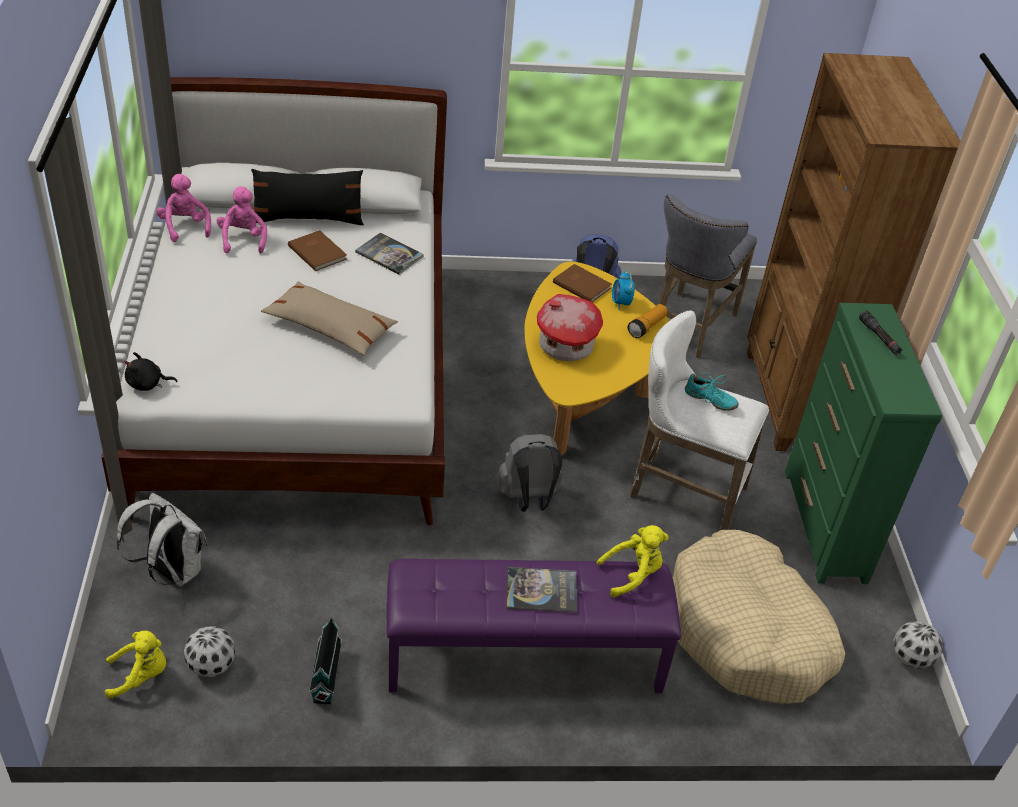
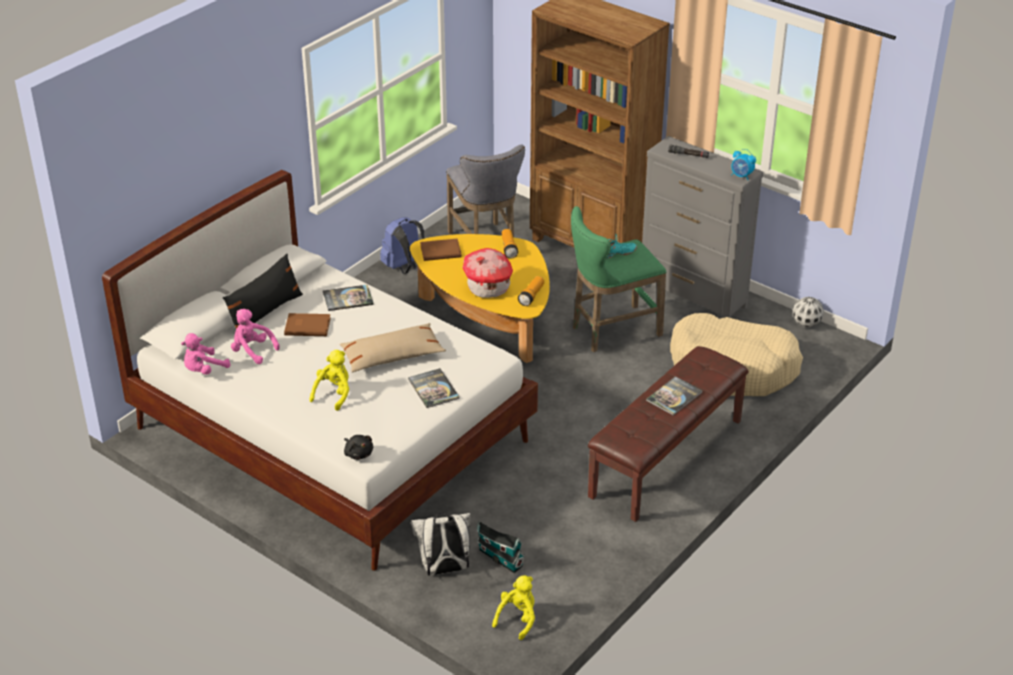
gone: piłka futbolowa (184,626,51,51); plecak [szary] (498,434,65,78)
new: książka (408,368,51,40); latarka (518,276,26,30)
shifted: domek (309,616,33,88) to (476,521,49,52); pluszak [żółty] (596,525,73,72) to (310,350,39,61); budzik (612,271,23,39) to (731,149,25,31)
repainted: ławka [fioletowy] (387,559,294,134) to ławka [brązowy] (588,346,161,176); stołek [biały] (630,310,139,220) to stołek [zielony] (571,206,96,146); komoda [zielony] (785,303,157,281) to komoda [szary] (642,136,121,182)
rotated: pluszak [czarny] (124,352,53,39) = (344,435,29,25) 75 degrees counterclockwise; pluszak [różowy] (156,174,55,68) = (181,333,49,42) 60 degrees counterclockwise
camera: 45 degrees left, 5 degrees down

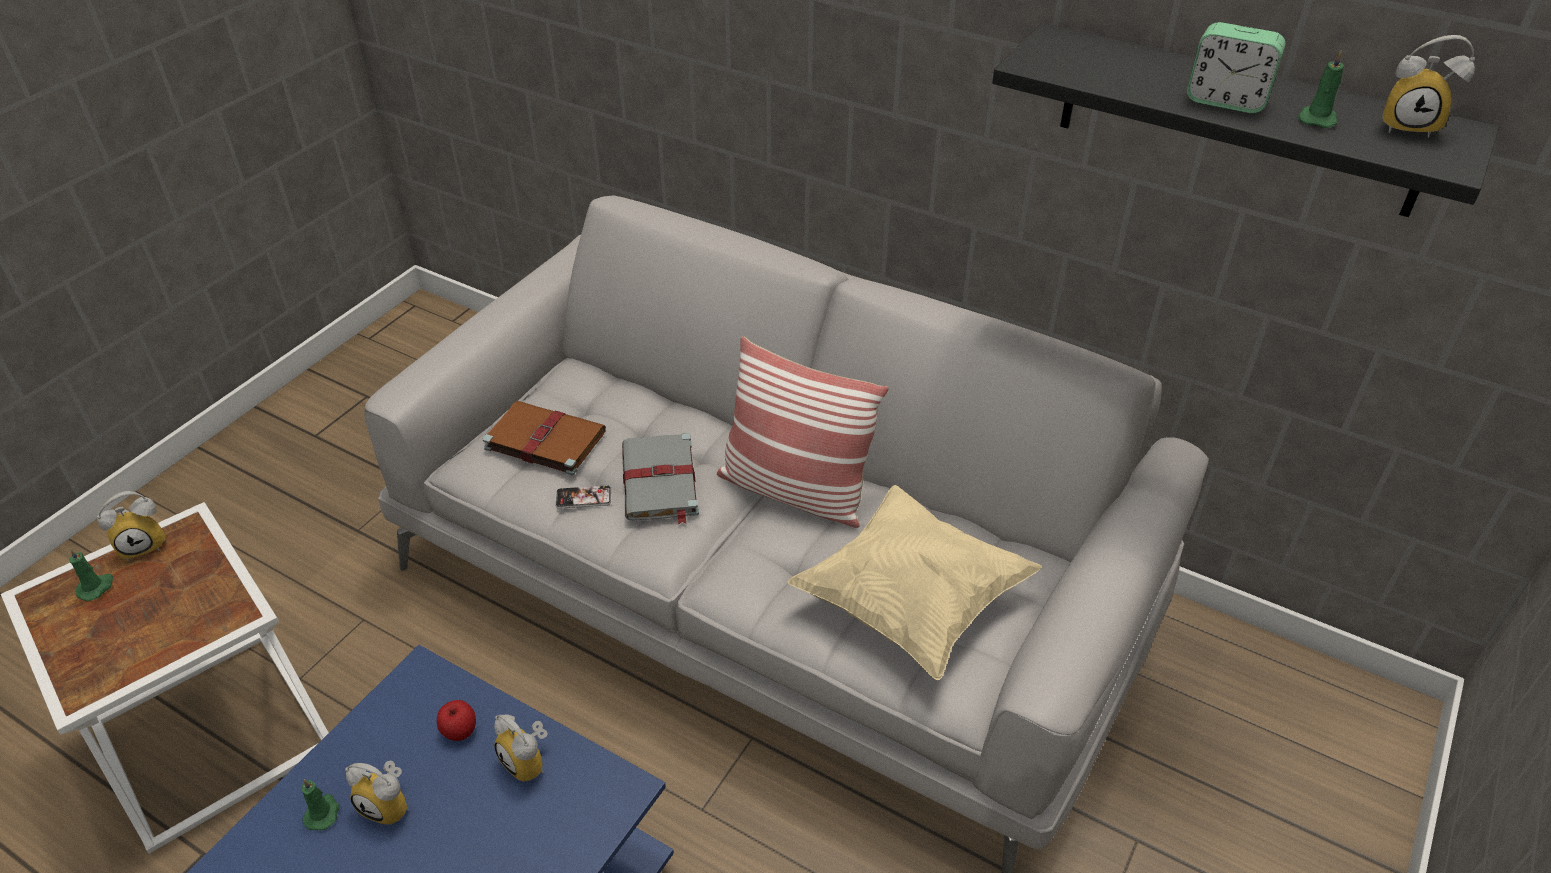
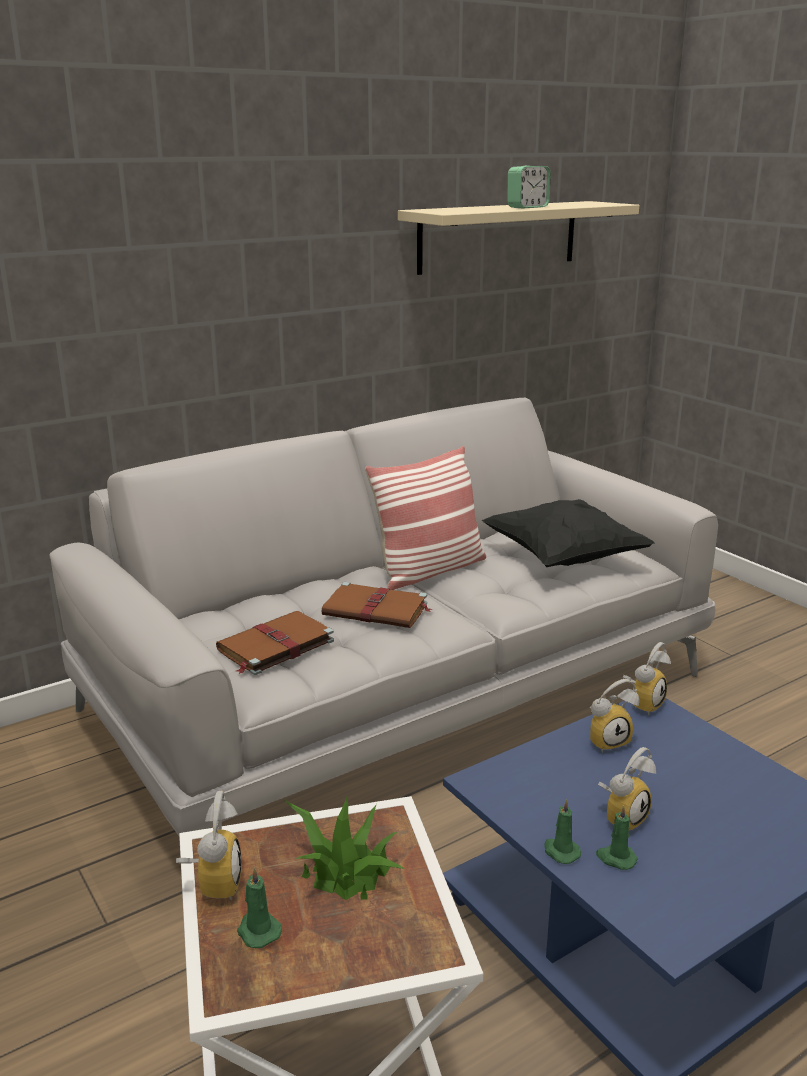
gone: jabłko (437,700,39,41); telefon (556,485,55,24)
new: roślina doniczkowa (285,797,119,103)
shifted: świeca [zielony] (1298,50,46,78) to (544,799,37,65); budzik (1382,35,93,103) to (622,642,49,73)
repainted: książka [szary] (622,433,77,92) to książka [brązowy] (321,582,111,46); poduszka [beżowy] (787,485,255,195) to poduszka [czarny] (482,499,173,68); półka [czarny] (992,23,507,194) to półka [beżowy] (398,201,241,74)
camera: 65 degrees left, 20 degrees down

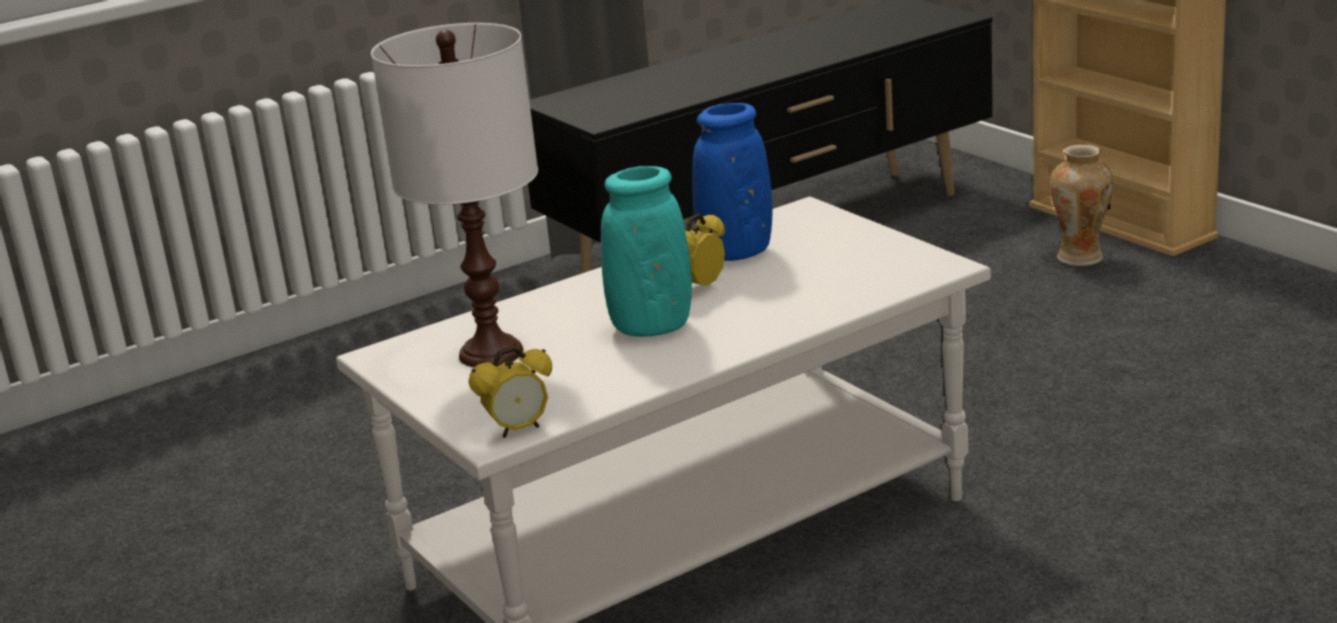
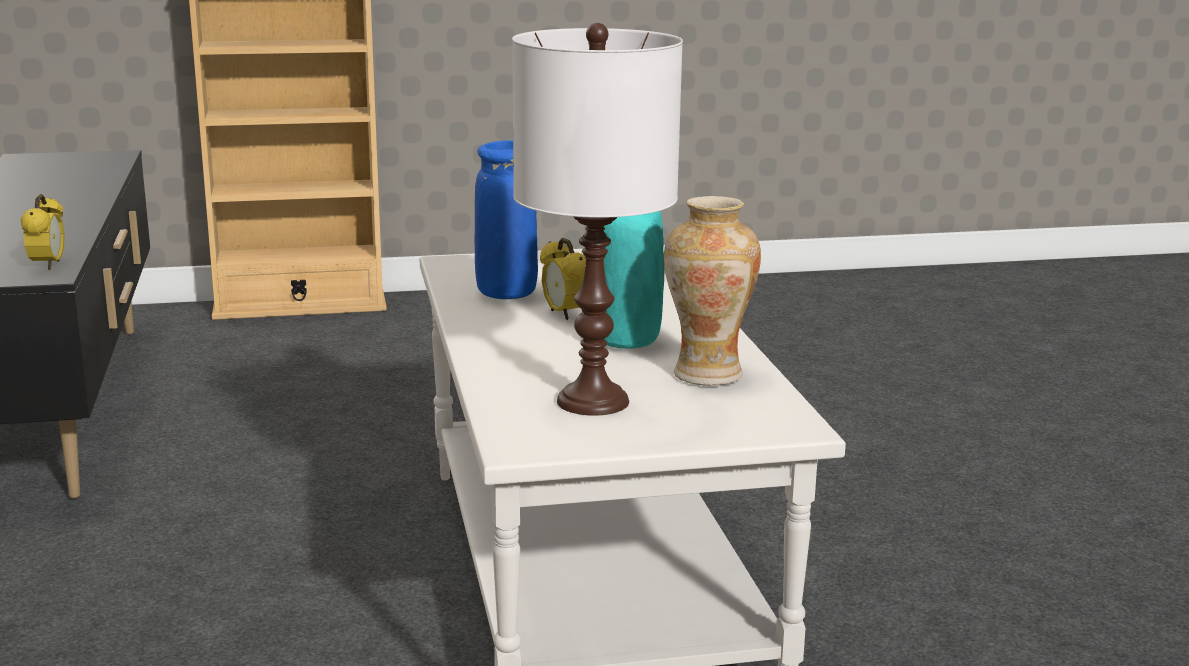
shifted: budzik (469,346,83,92) to (21,194,43,76); wazon (1050,145,64,121) to (664,196,97,190)
camera: 70 degrees left, 5 degrees down

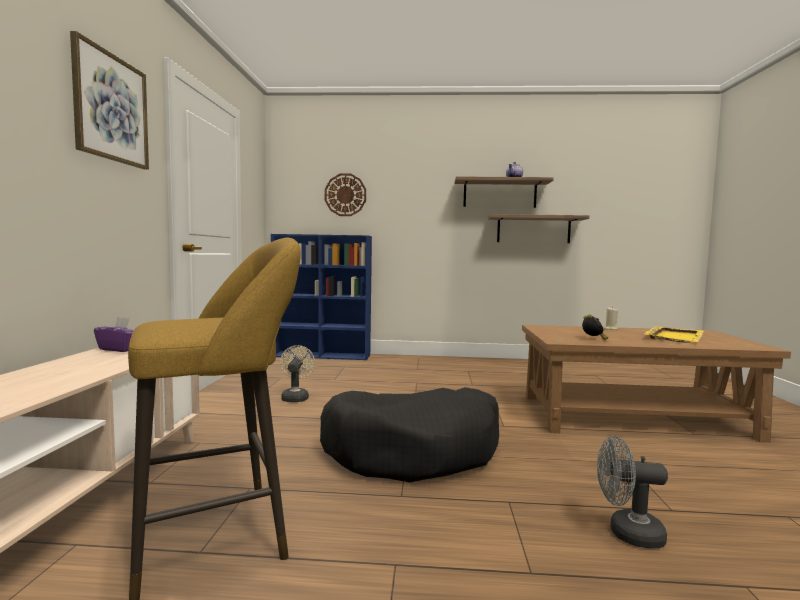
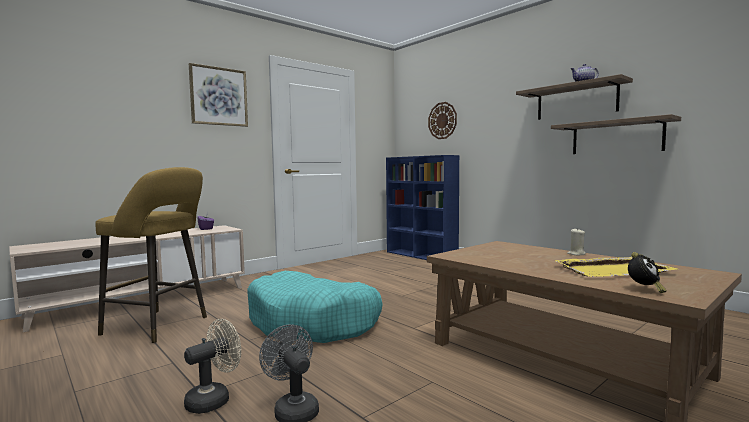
shifted: wentylator [beżowy] (280,345,35,57) to (184,319,57,95); budzik (582,314,26,26) to (628,252,39,41)
repainted: legowisko [czarny] (320,387,179,96) to legowisko [turkusowy] (247,271,136,72)
camera: 45 degrees right, 0 degrees up

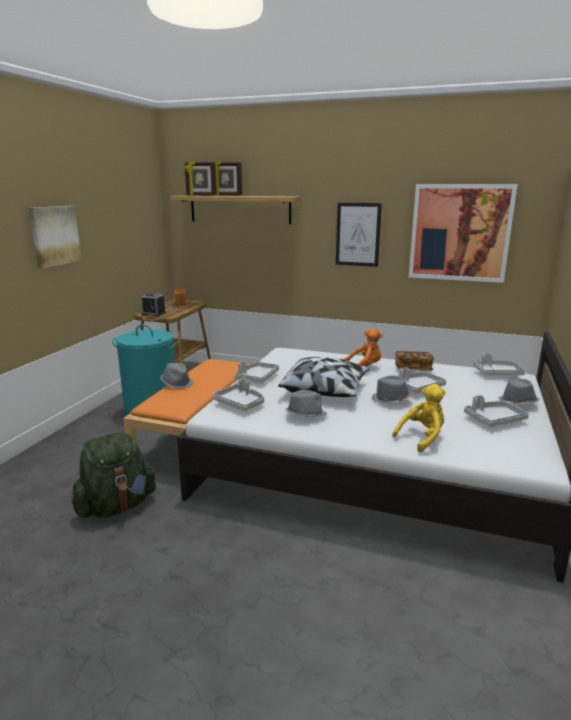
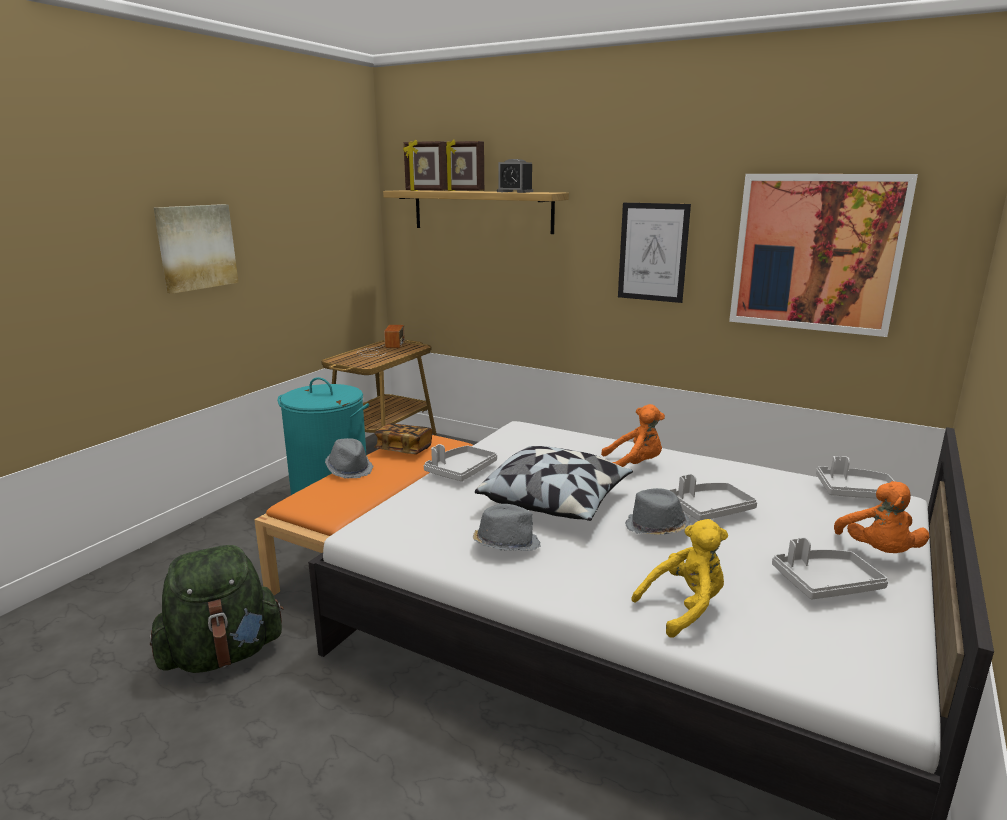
gone: taca [szary] (212,378,52,33)
shifted: budzik (141,293,25,23) to (497,159,36,34); książka (395,351,39,20) to (374,423,59,31)
swapped: kapelusz [szary] (498,379,41,25) to pluszak [pomarańczowy] (834,481,95,72)
camera: 10 degrees right, 0 degrees up

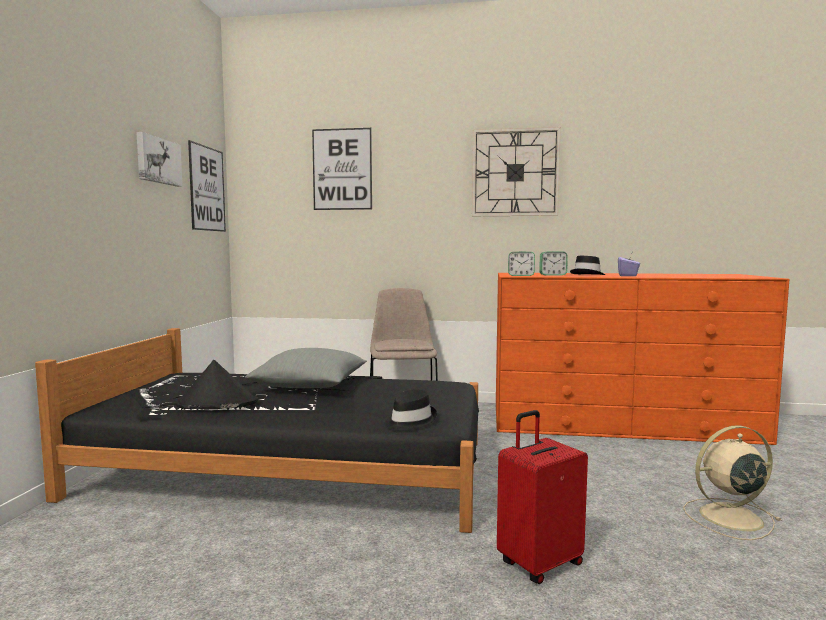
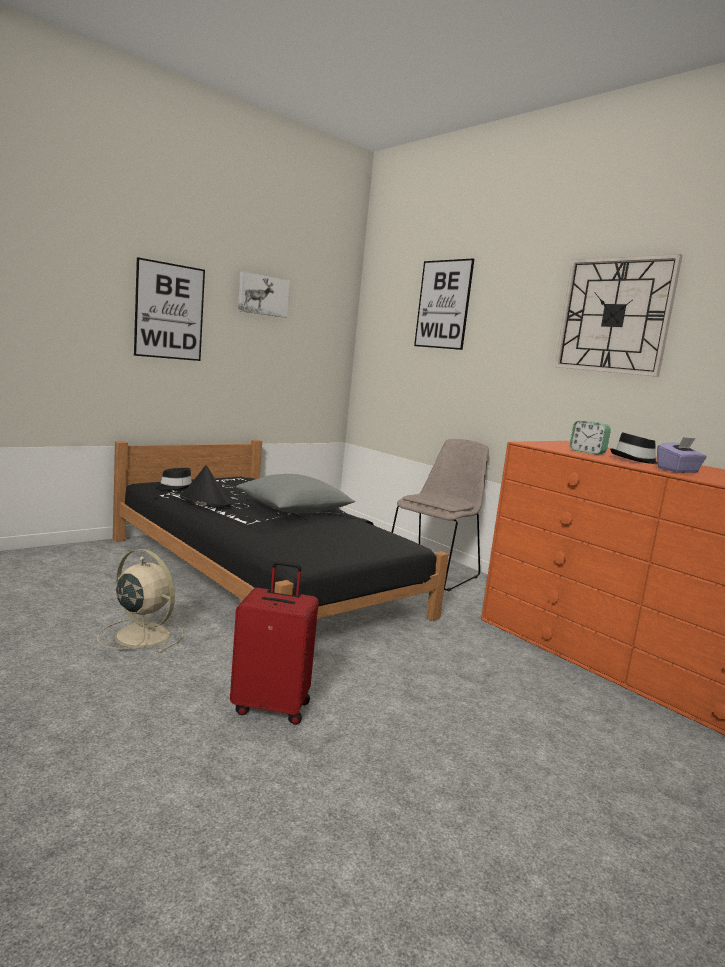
gone: budzik (508,251,27,25)
shifted: obraz (188,140,38,92) to (134,257,71,104); kapelusz [czarny] (384,389,53,41) to (156,468,36,22); wentylator [beżowy] (683,425,98,115) to (97,549,86,104)
camera: 40 degrees right, 5 degrees up

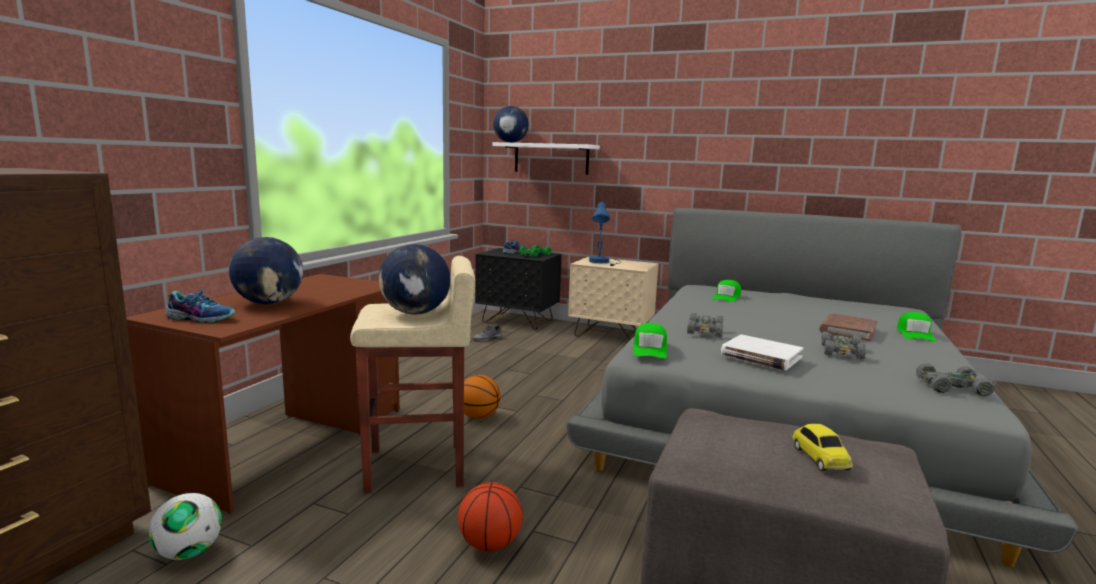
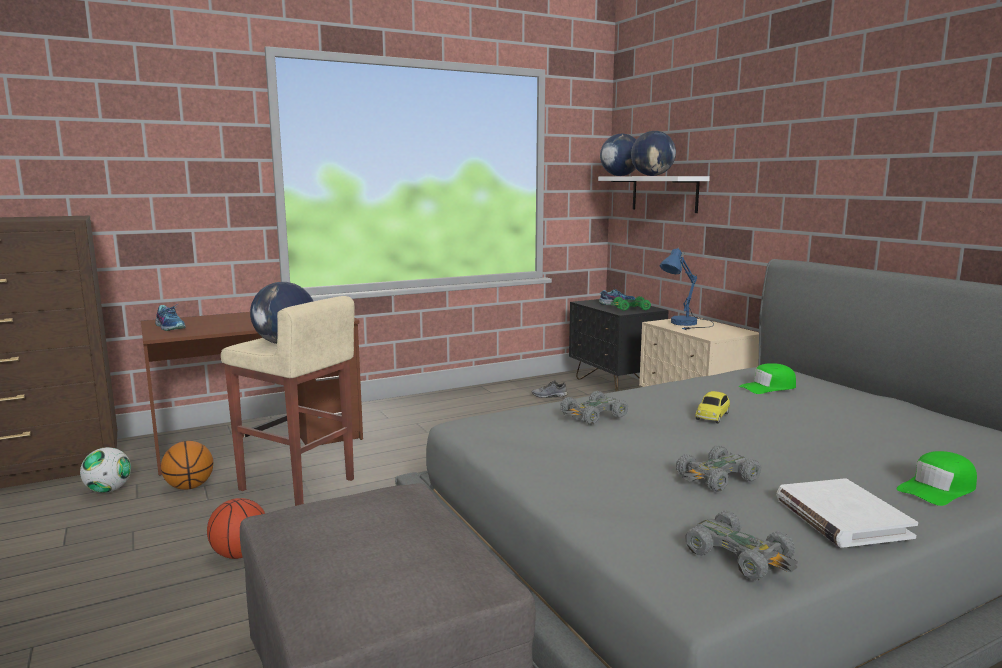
gone: czapka z daszkiem [zielony] (633,323,34,35); książka [brązowy] (819,313,59,28)
shifted: globus (229,237,74,67) to (631,131,45,45); piłka do koszykówki (464,375,37,44) to (161,441,52,49); książka [biały] (721,334,82,36) to (777,478,141,70); samochodzik (793,424,60,47) to (695,391,35,33)
camera: 40 degrees right, 0 degrees up

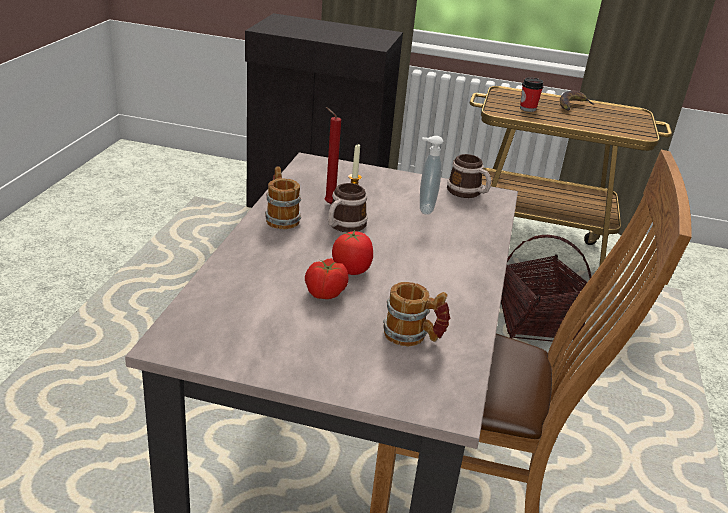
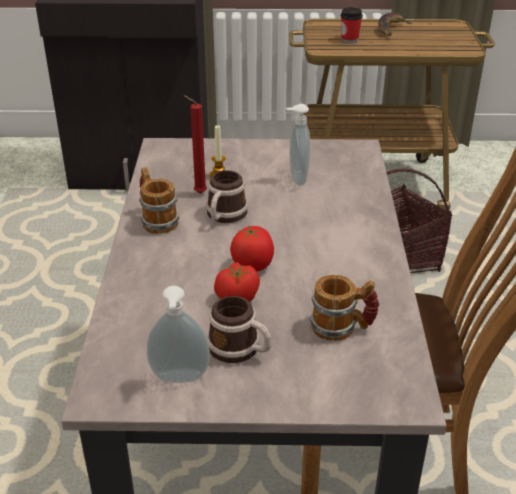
new: dozownik mydła (147,286,63,97)
shifted: kubek (447,154,44,44) to (207,296,64,67)
camera: 10 degrees left, 5 degrees up

